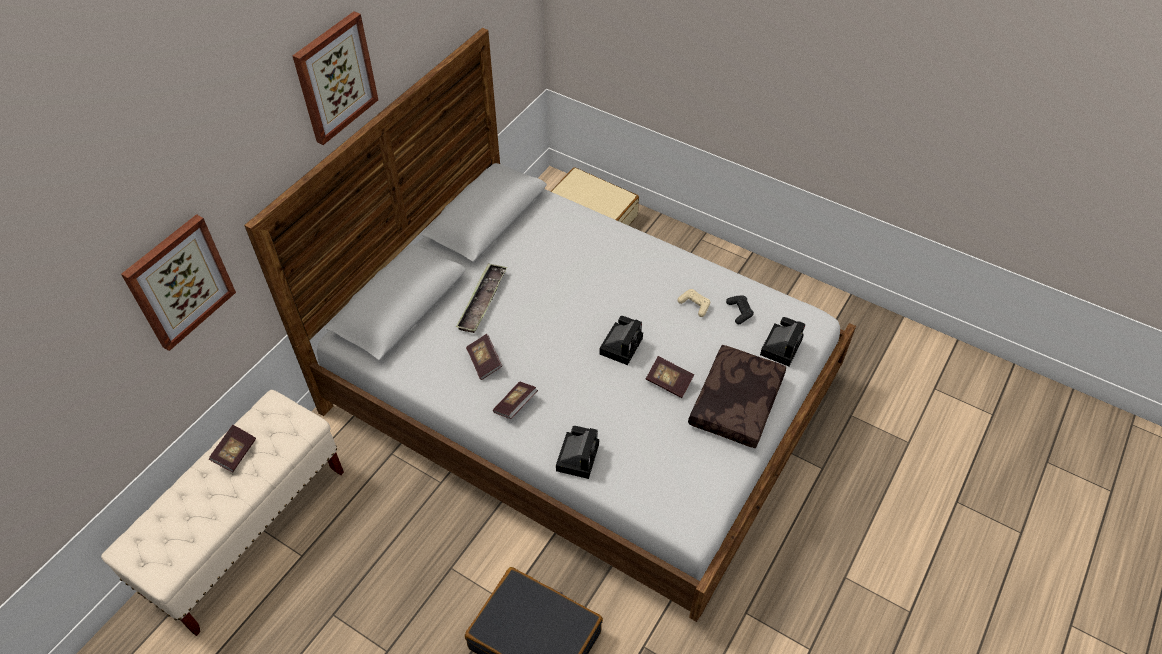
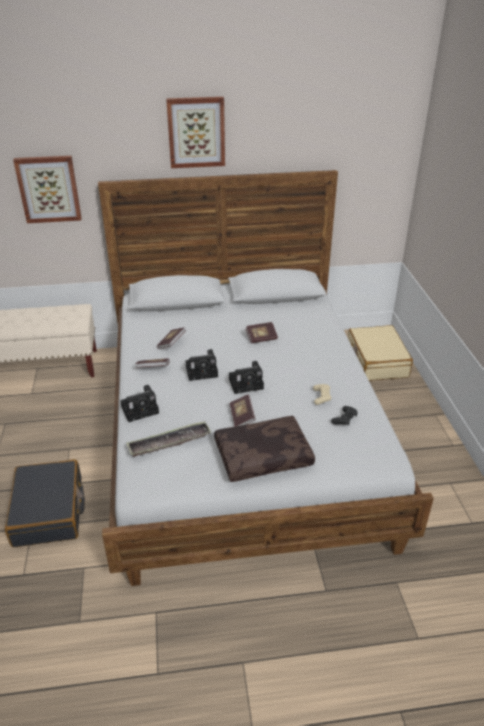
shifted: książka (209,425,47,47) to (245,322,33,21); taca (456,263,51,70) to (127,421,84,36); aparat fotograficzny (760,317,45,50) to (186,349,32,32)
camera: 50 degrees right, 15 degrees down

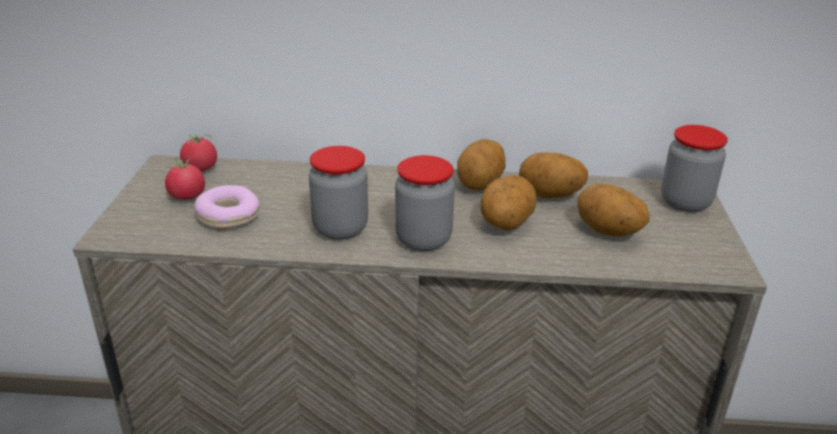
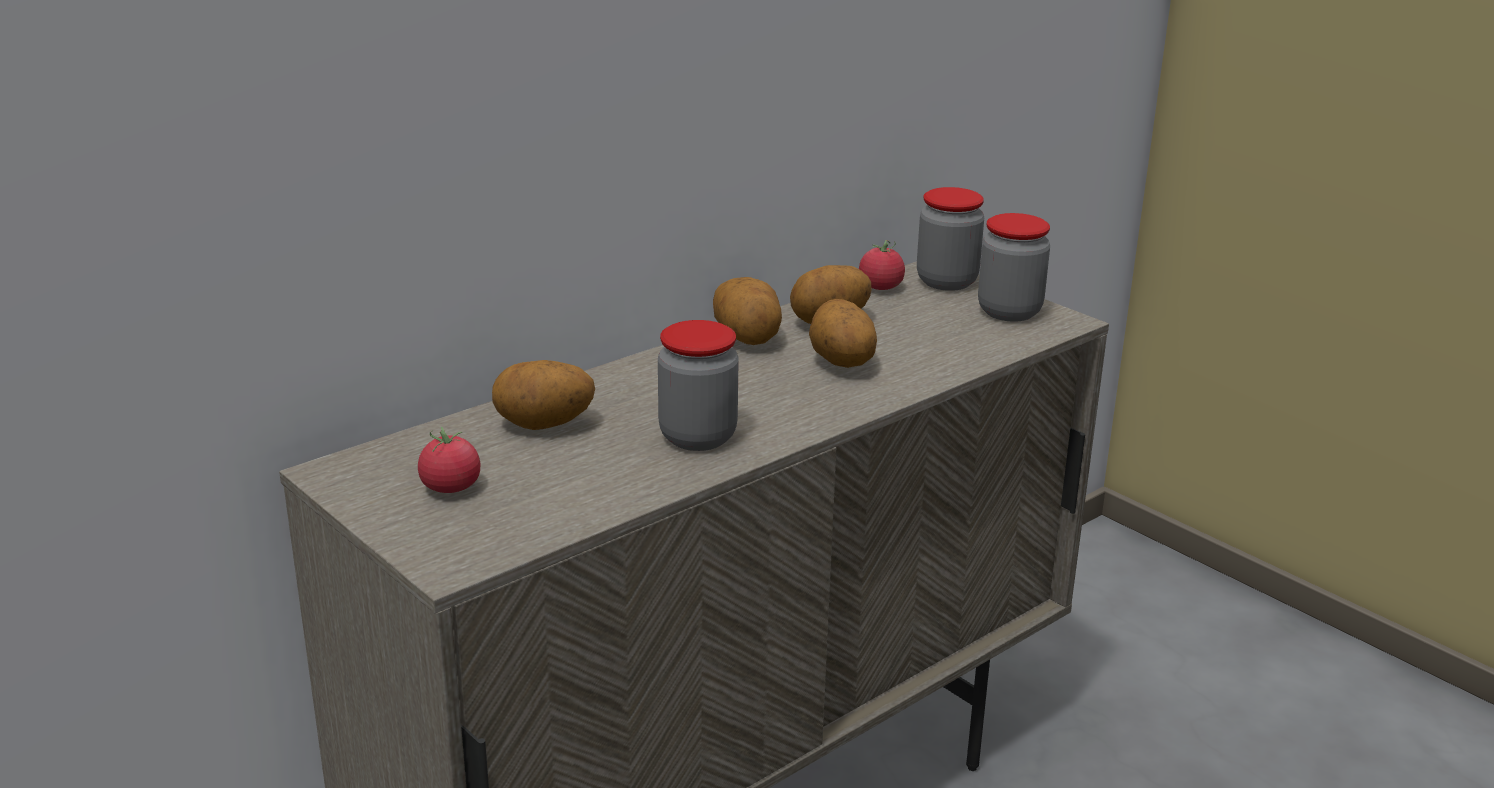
gone: donut (194,185,66,44)
shifted: pomidor (180,134,37,37) to (859,240,46,50); słoik (395,155,60,96) to (978,213,72,109); ziemniak (577,184,72,52) to (492,360,103,70)
camera: 45 degrees left, 5 degrees down

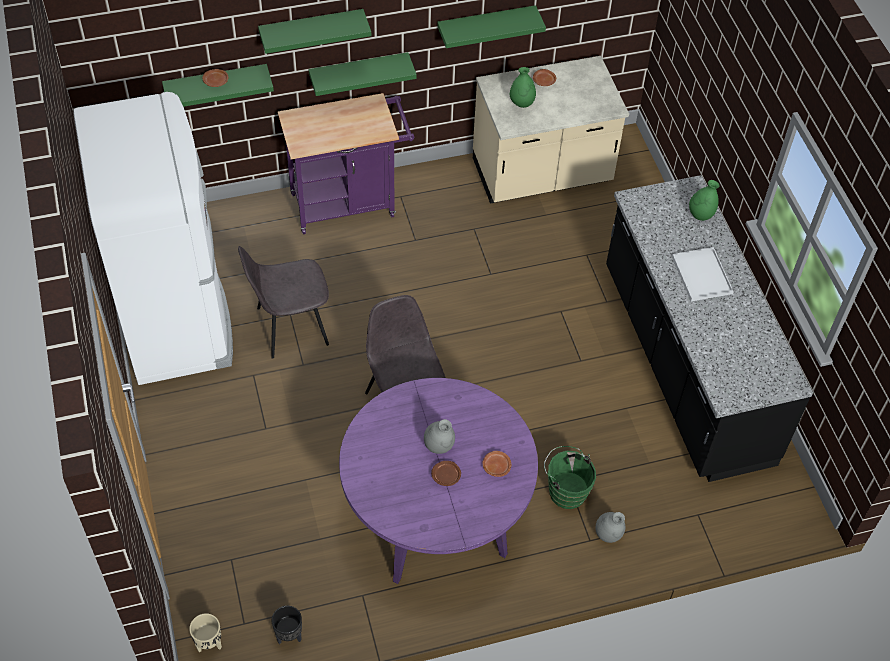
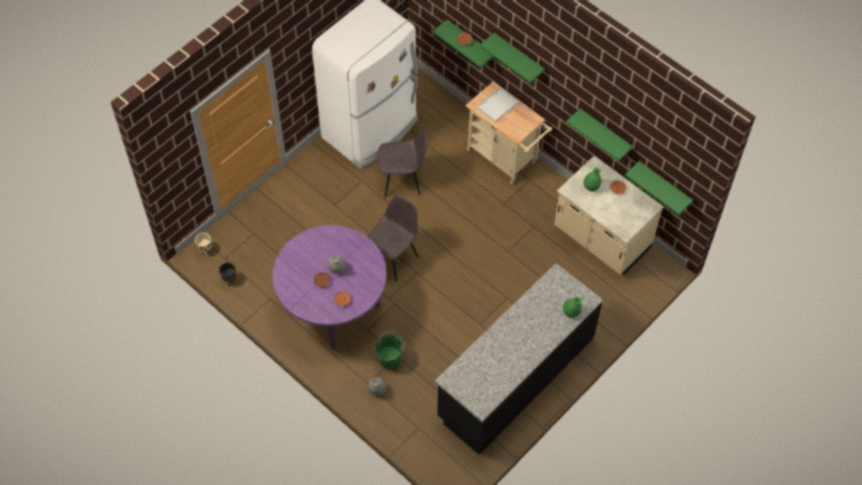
shifted: półka [zielony] (309,52,108,44) to (625,161,68,55); taca [biały] (672,247,62,54) to (477,87,42,35)
repainted: wózek [fioletowy] (278,93,136,141) to wózek [beżowy] (466,82,86,102)
rotated: krzesło [szary] (238,246,91,113) = (378,127,49,70) 135 degrees clockwise
camera: 60 degrees right, 5 degrees up

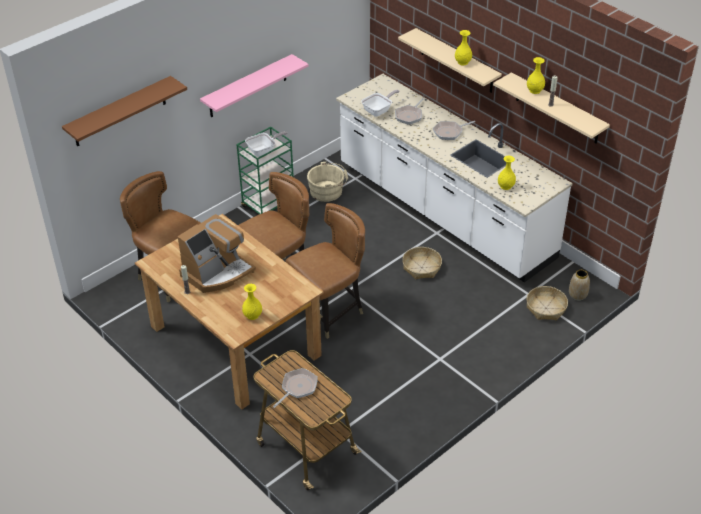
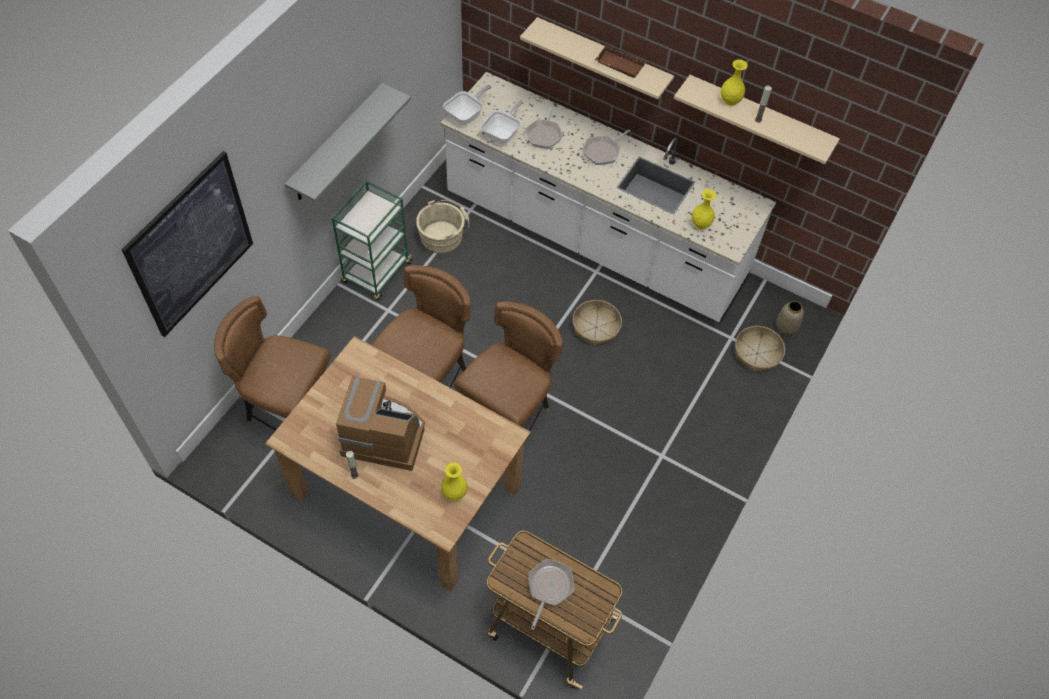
shifted: patelnia (245,131,43,26) to (443,85,48,40)
swapped: półka [brązowy] (62,76,125,70) to obraz (121,151,132,186); wazon [żółty] (455,30,17,35) to taca [brązowy] (595,45,52,33)
repainted: półka [różowy] (200,54,109,63) to półka [szary] (285,83,126,119)
rotated: ekspres do kawy (177,214,79,79) = (336,377,89,94) 105 degrees counterclockwise
camera: 20 degrees left, 15 degrees up

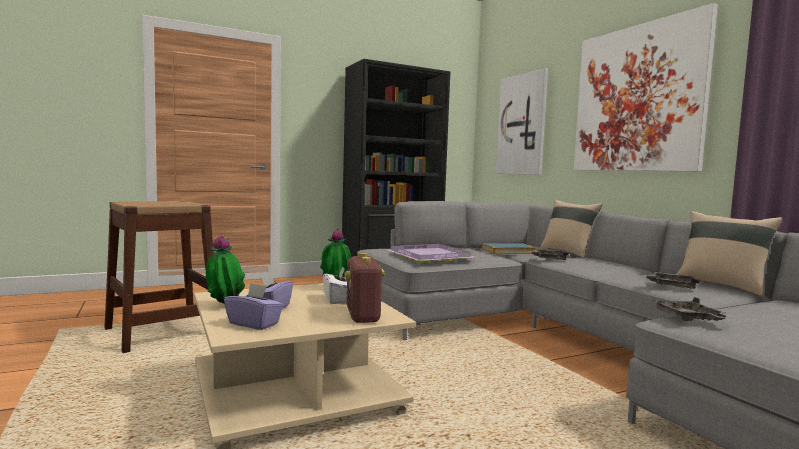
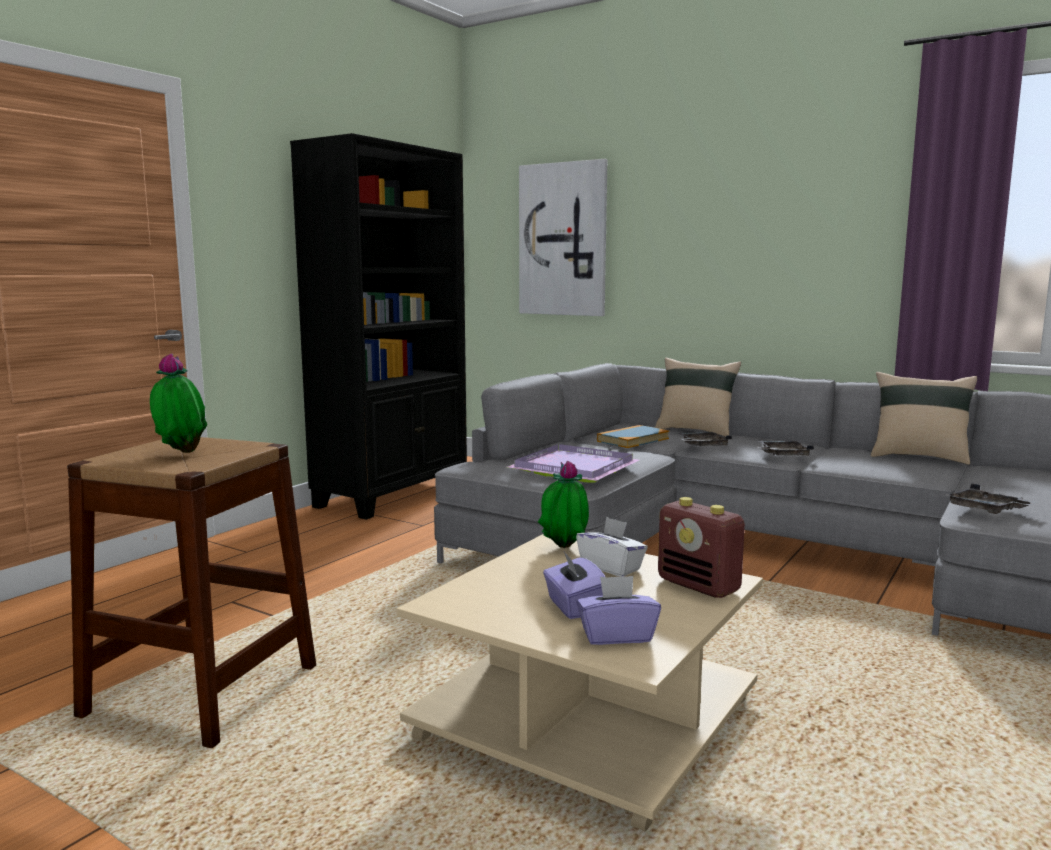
gone: obraz (574,3,144,168)
shifted: roślina doniczkowa (206,236,39,69) to (150,353,57,100); taca [szary] (643,272,56,17) to (758,441,56,15)
camera: 30 degrees left, 5 degrees up

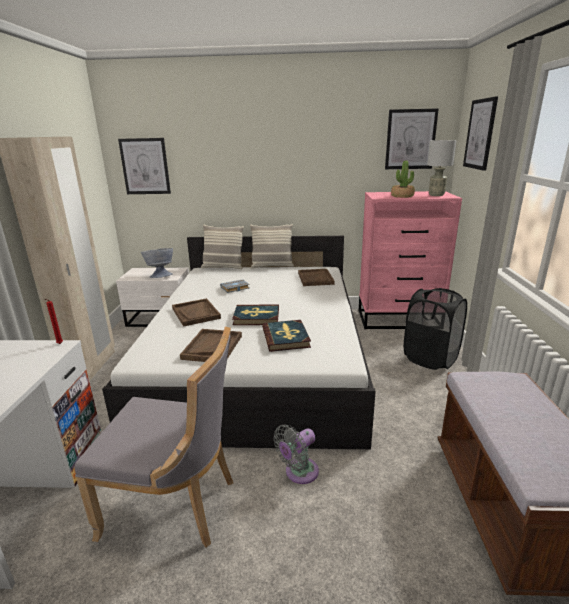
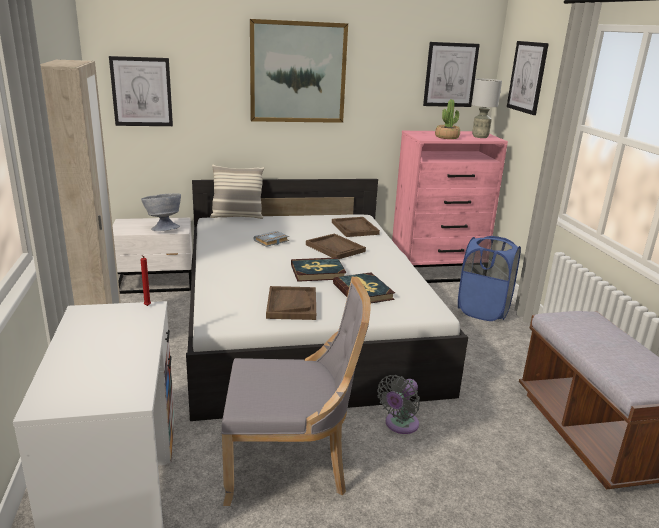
gone: poduszka (250,224,44,45)
new: obraz (250,19,98,104)
shifted: taca [brązowy] (172,298,49,29) to (306,233,60,26)
repainted: kosz na pranie [czarny] (404,288,63,82) to kosz na pranie [niebieski] (458,236,63,85)
camera: 15 degrees left, 0 degrees up

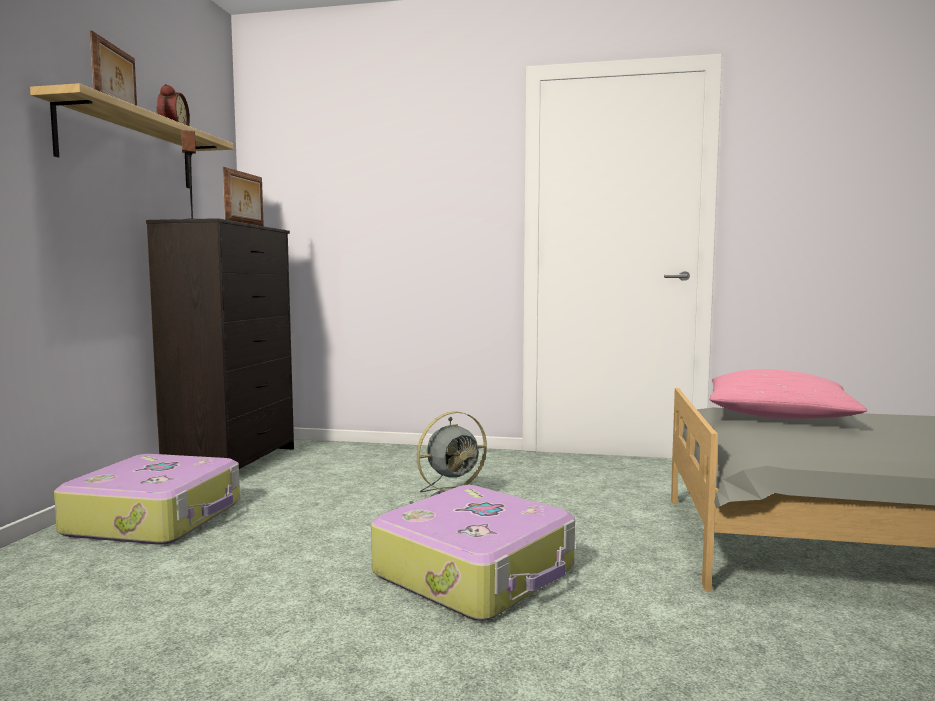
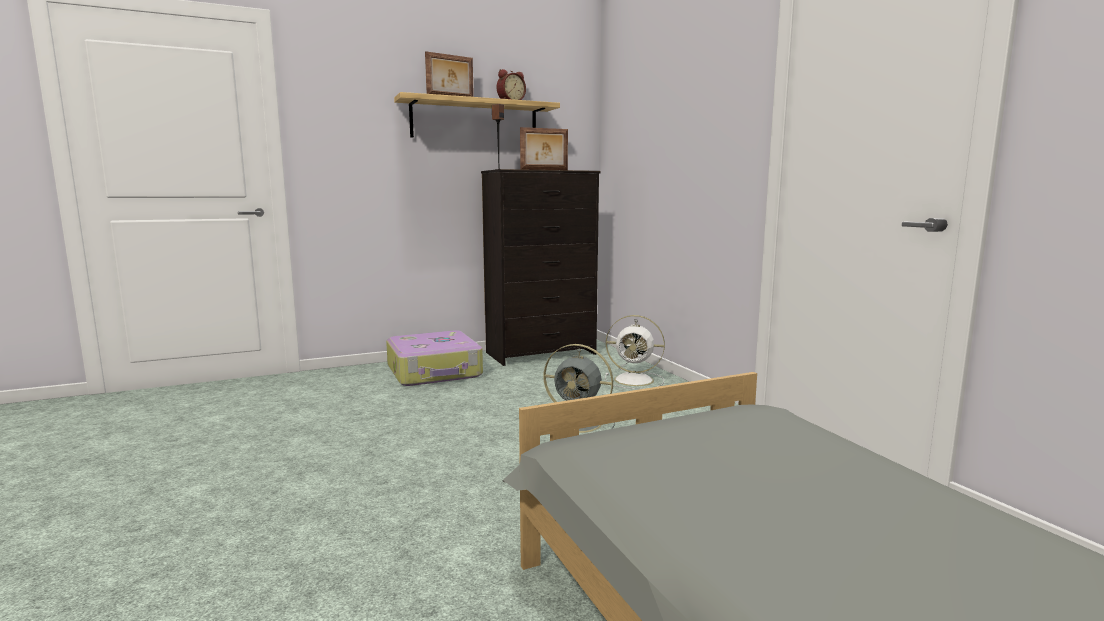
gone: walizka (371,485,204,136); poduszka [różowy] (709,369,158,50)
new: wentylator [biały] (605,315,60,74)
camera: 55 degrees right, 5 degrees up

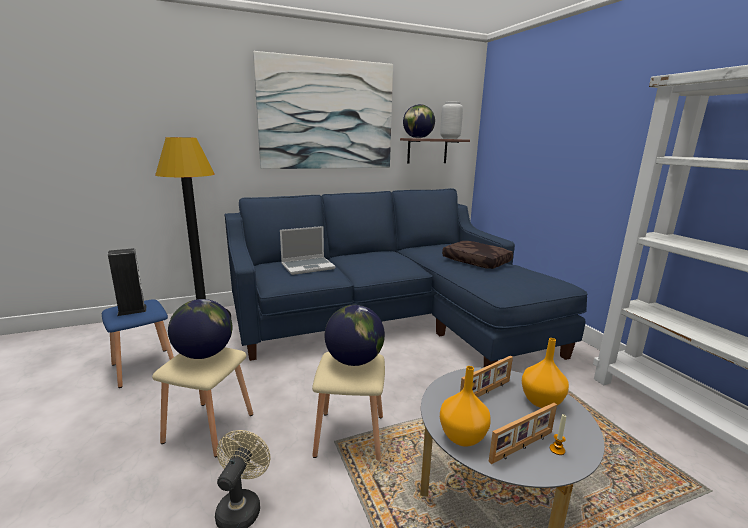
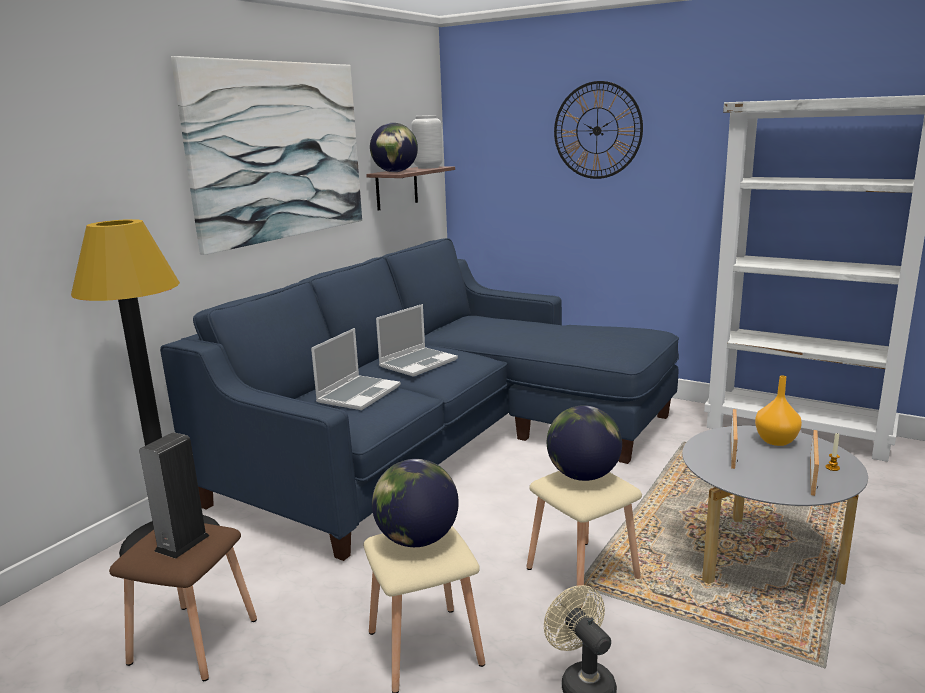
gone: wazon [pomarańczowy] (440,366,51,81); poduszka [brązowy] (442,241,71,28)
new: laptop (376,304,82,73); zegar ścienny (554,81,89,98)
repainted: stołek [niebieski] (102,299,72,89) to stołek [brązowy] (109,523,148,158)
camera: 35 degrees left, 0 degrees up

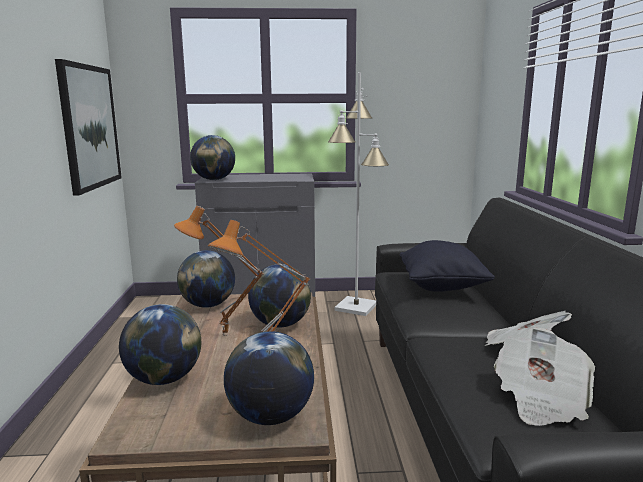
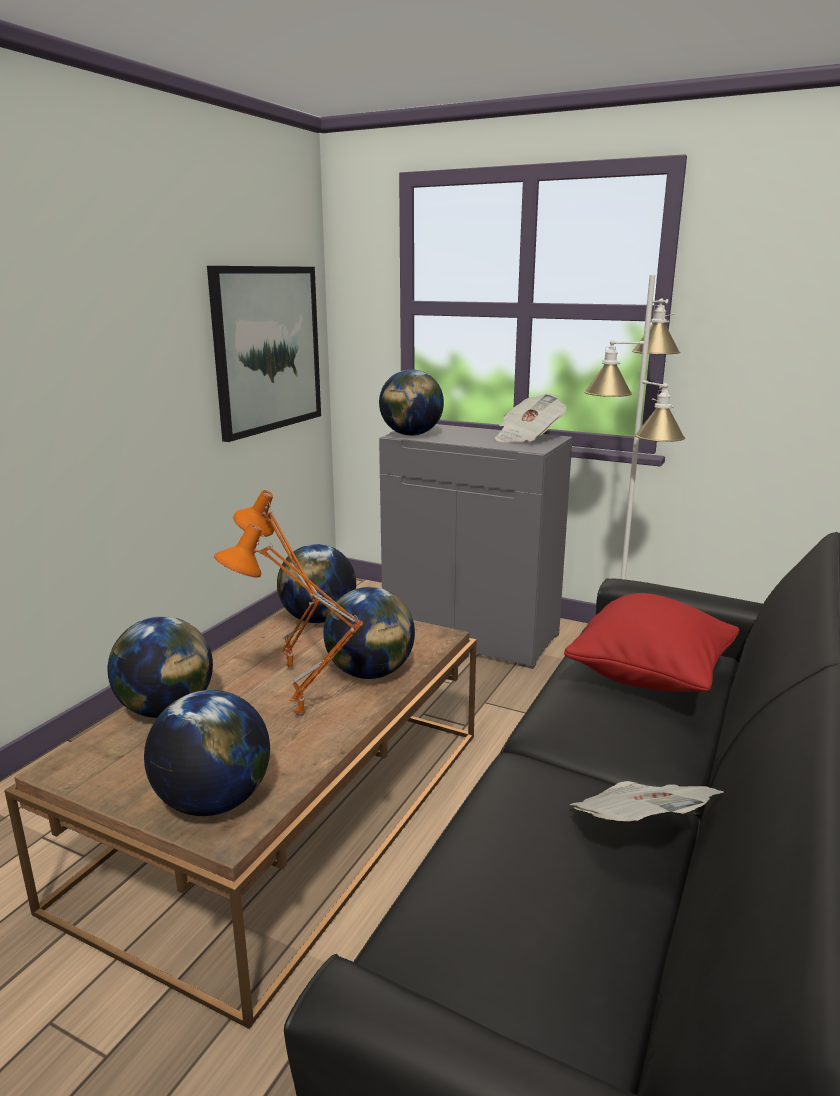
shifted: gazeta (494,327,101,99) to (495,394,72,48)
repainted: poduszka [czarny] (400,240,95,52) to poduszka [czerwony] (564,593,175,99)
camera: 30 degrees right, 5 degrees up

